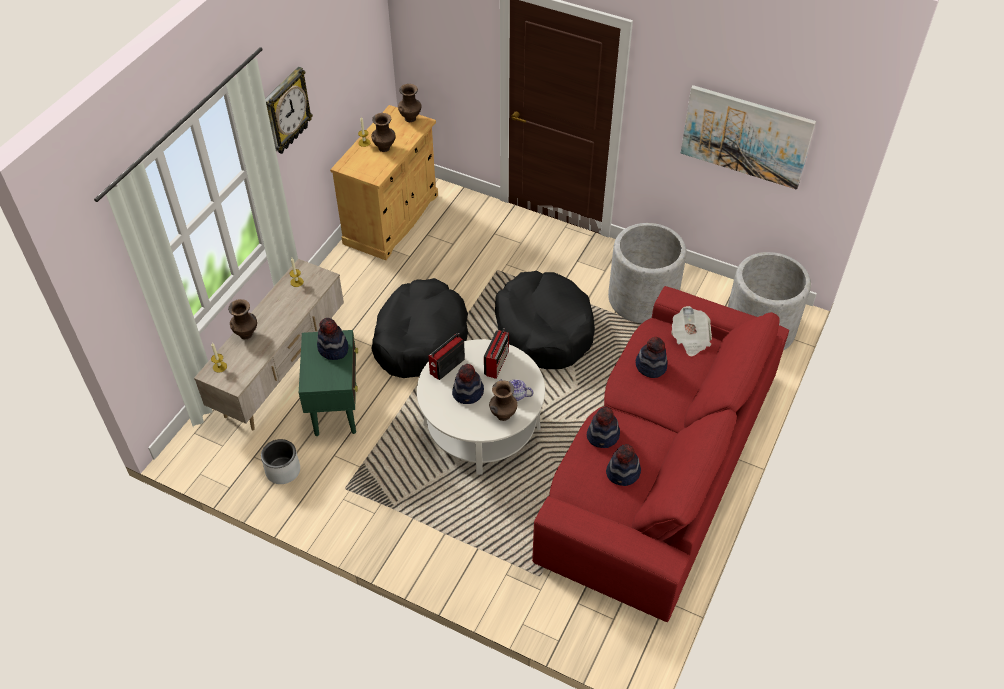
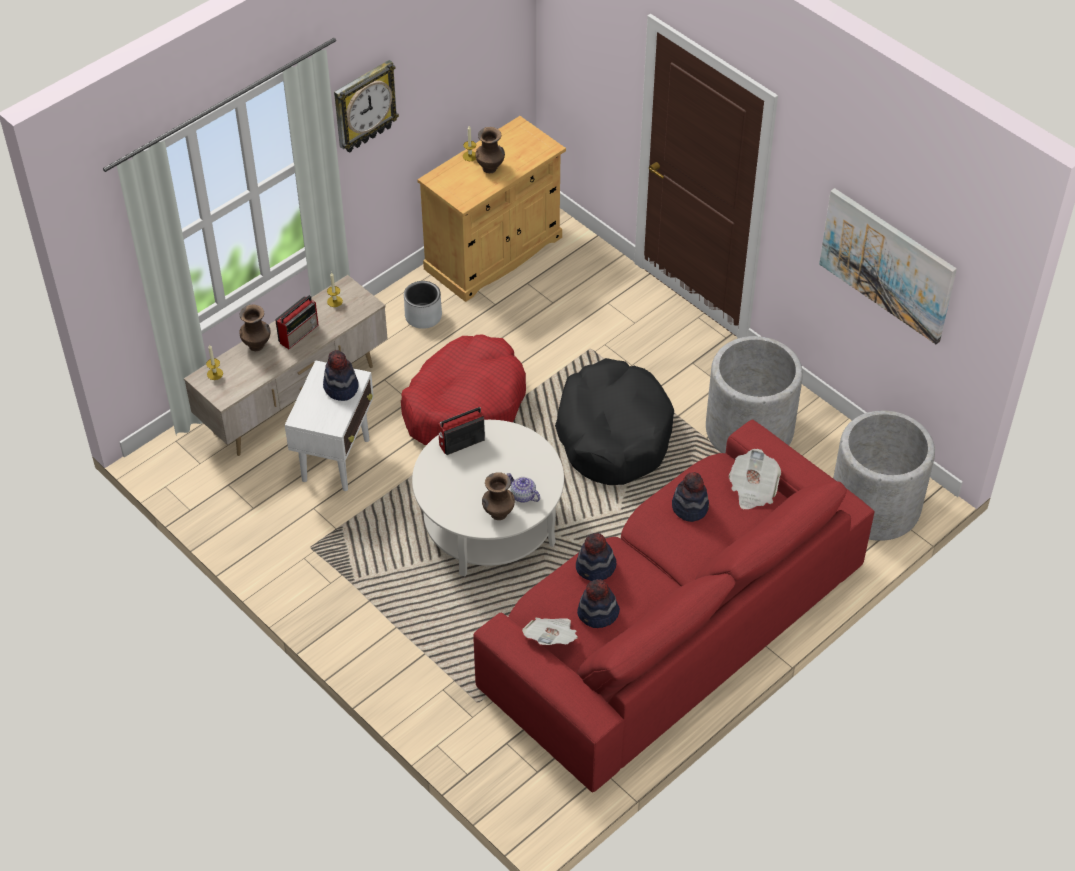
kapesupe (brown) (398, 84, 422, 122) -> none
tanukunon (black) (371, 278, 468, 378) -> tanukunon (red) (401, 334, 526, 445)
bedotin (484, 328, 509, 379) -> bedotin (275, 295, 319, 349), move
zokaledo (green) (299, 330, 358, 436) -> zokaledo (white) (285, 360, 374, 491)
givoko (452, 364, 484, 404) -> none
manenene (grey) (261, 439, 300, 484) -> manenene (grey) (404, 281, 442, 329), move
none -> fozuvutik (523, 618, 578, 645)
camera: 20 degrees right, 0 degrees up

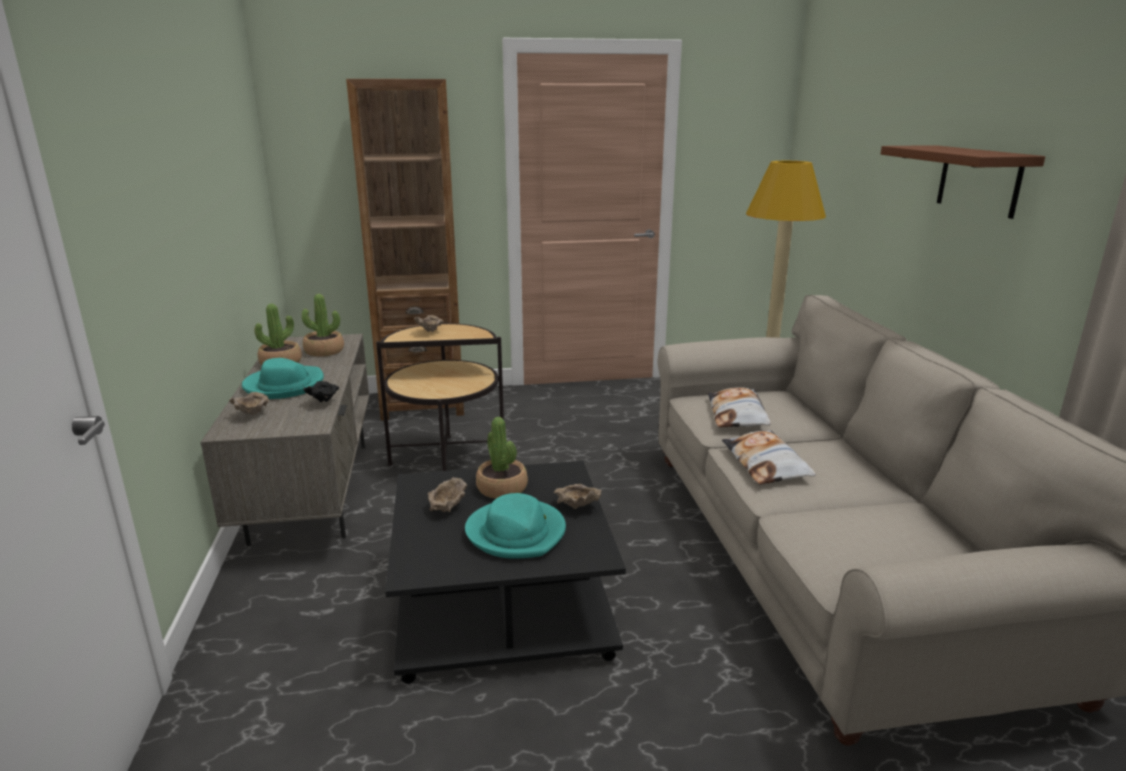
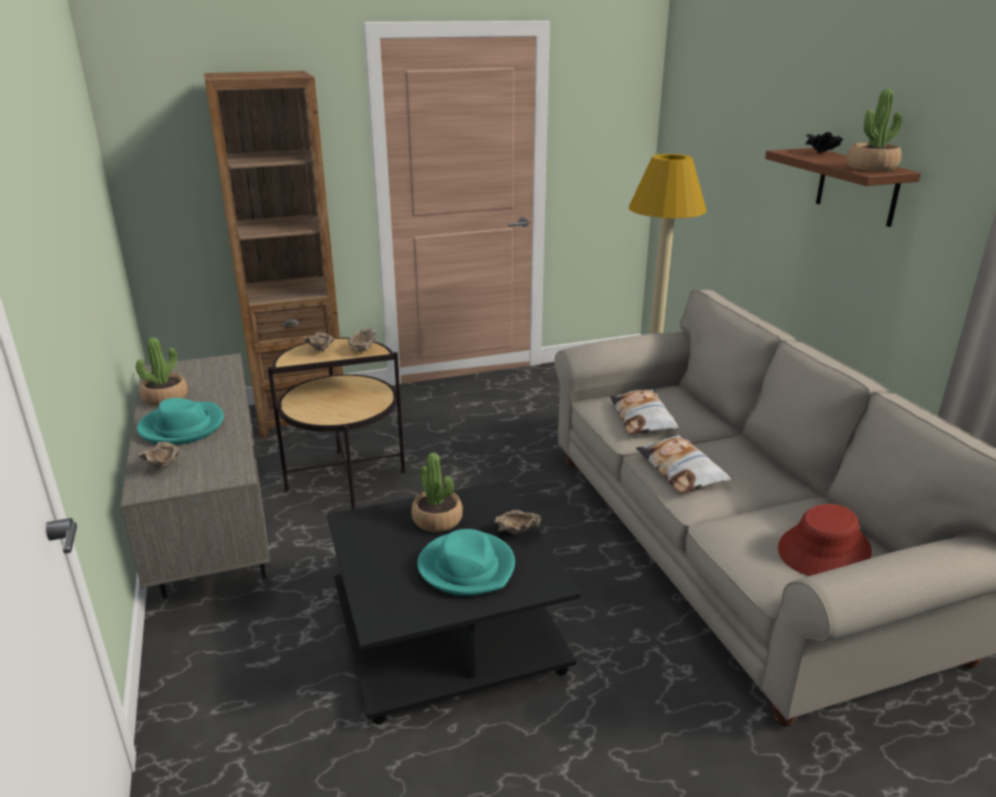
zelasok (302, 294, 344, 357) -> zelasok (846, 89, 902, 172), move
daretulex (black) (304, 381, 340, 402) -> daretulex (black) (805, 132, 843, 153), move
daretulex (beige) (427, 477, 467, 512) -> daretulex (beige) (347, 328, 376, 352), move
none -> givoko (red) (778, 504, 872, 576)
camera: 10 degrees left, 5 degrees up

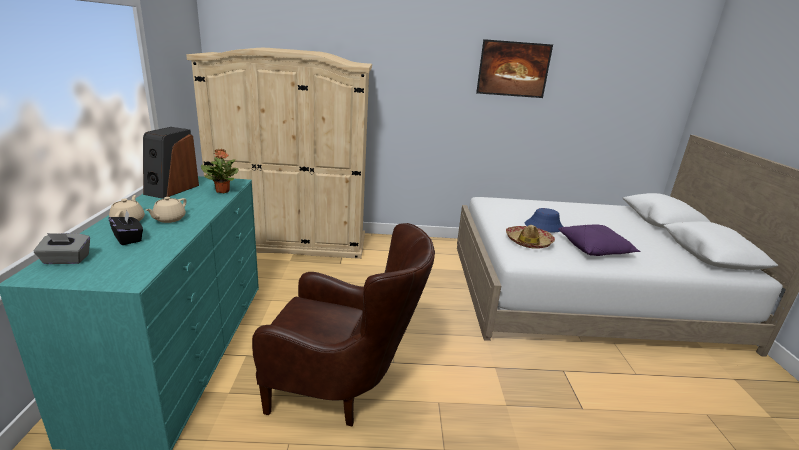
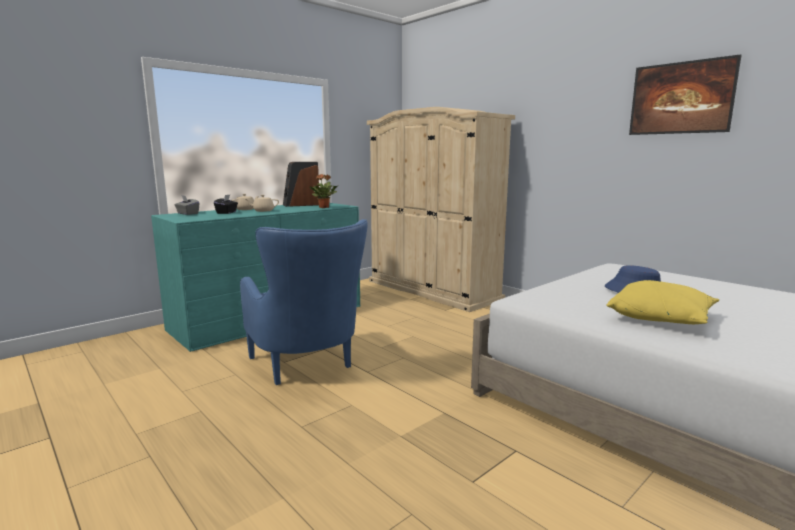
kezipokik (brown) (252, 223, 435, 426) -> kezipokik (blue) (240, 219, 368, 385)
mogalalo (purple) (558, 224, 640, 256) -> mogalalo (yellow) (607, 280, 719, 324)
givoko (506, 225, 555, 249) -> none
camera: 50 degrees right, 10 degrees down

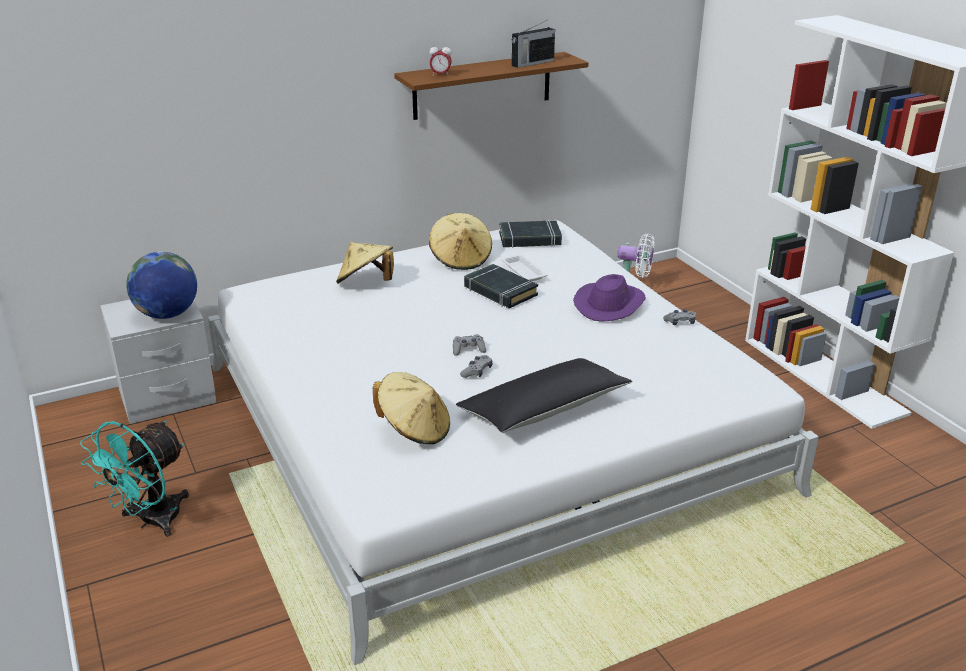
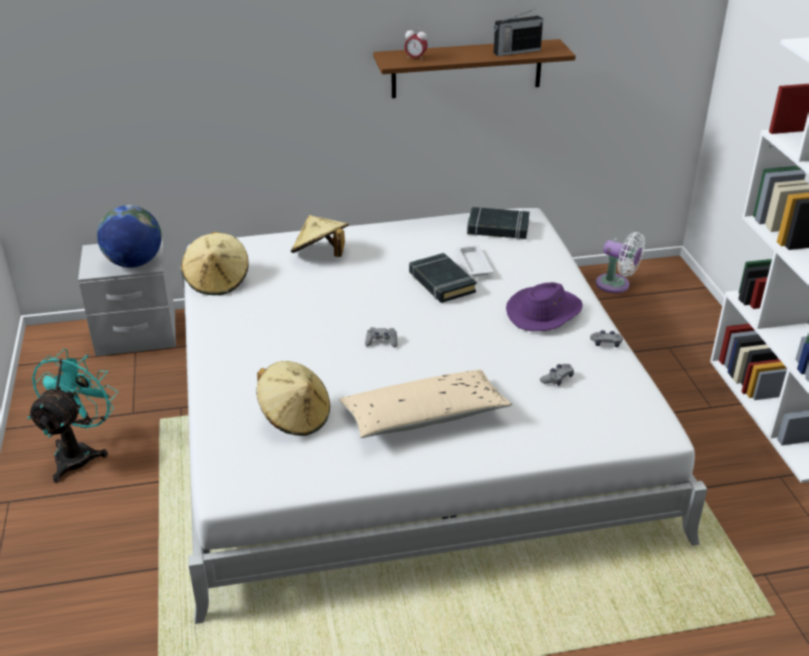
givoko (beige) (429, 213, 492, 270) -> givoko (beige) (181, 232, 249, 295), move
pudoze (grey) (460, 355, 493, 378) -> pudoze (grey) (540, 364, 574, 386), move
mogalalo (black) (456, 358, 632, 433) -> mogalalo (beige) (339, 370, 512, 438)
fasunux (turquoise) (80, 421, 189, 537) -> fasunux (turquoise) (27, 349, 118, 483), 150 degrees clockwise
camera: 15 degrees right, 5 degrees up

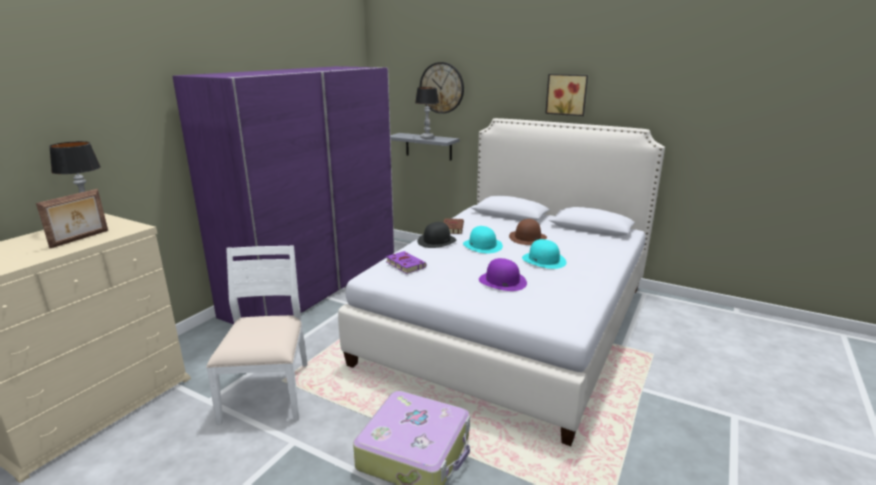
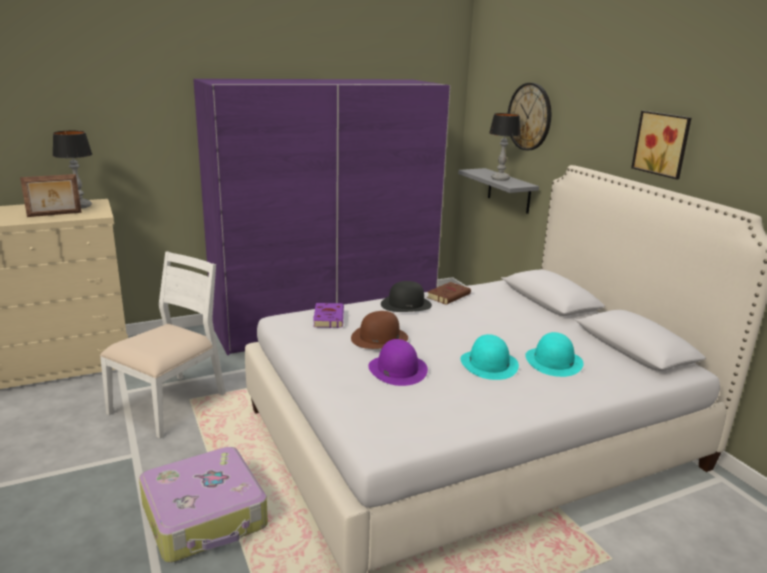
givoko (brown) (509, 219, 547, 245) -> givoko (brown) (351, 311, 408, 349), move
givoko (turquoise) (463, 226, 503, 253) -> givoko (turquoise) (525, 332, 584, 377), move
camera: 35 degrees right, 0 degrees up

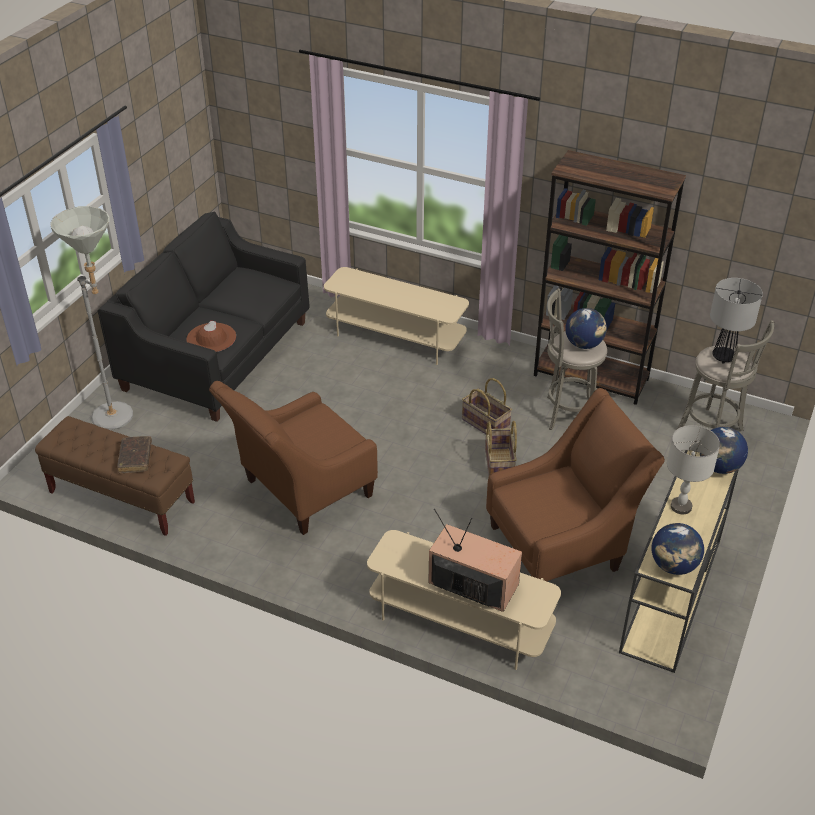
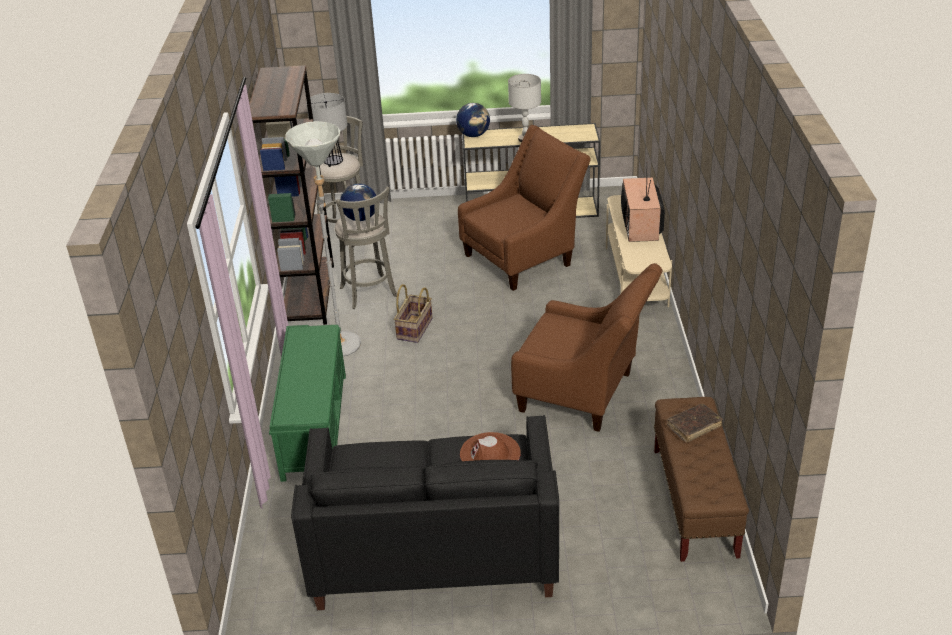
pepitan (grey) (50, 206, 133, 430) -> pepitan (grey) (285, 121, 361, 356), move
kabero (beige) (324, 267, 469, 365) -> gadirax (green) (269, 325, 346, 482)
kezipokik (brown) (486, 388, 665, 582) -> kezipokik (brown) (458, 125, 591, 291), 105 degrees clockwise
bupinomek (485, 421, 517, 476) -> none
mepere (652, 523, 704, 575) -> none
camera: 115 degrees left, 5 degrees down

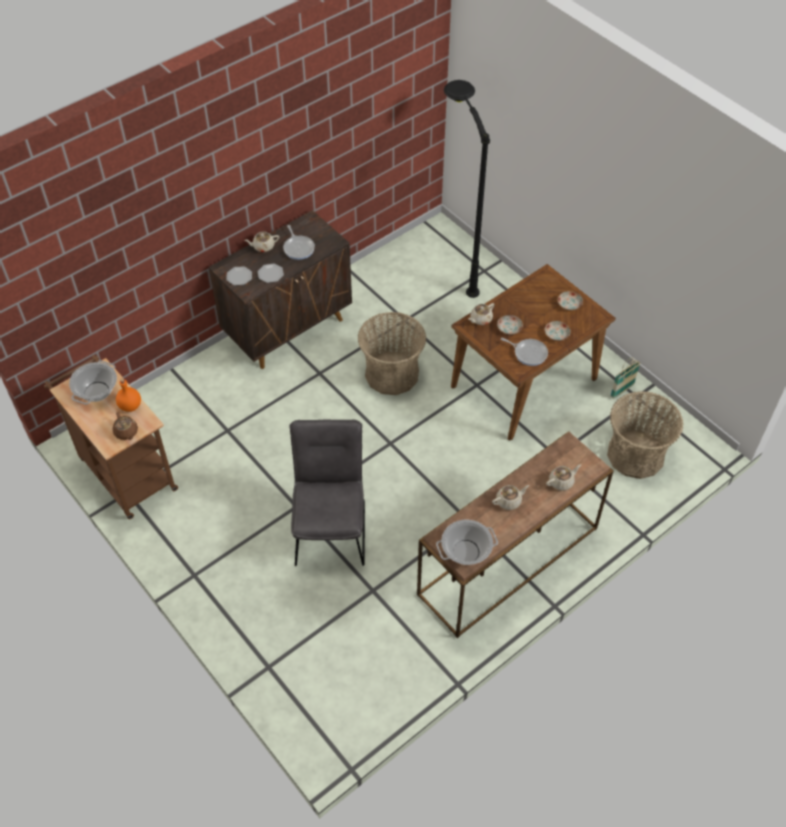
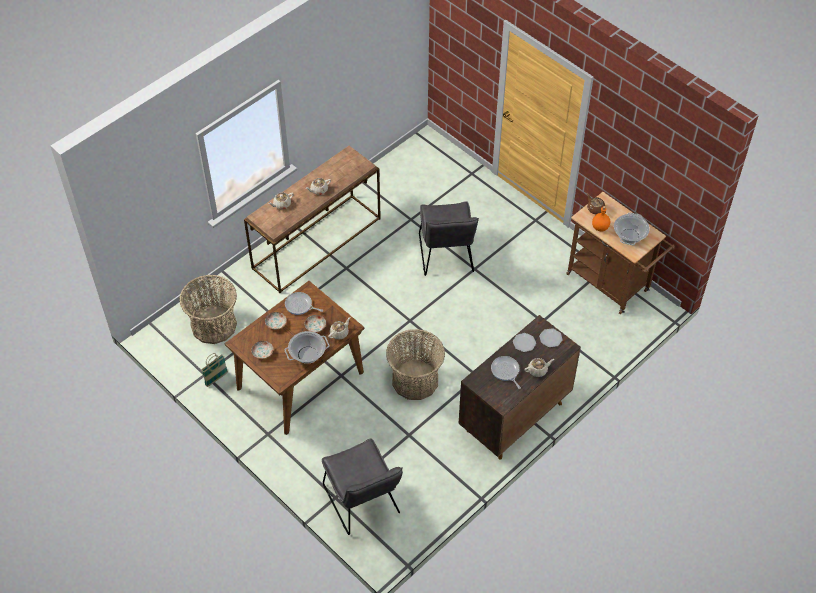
pepitan (black) (444, 80, 490, 298) -> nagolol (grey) (322, 438, 403, 535)
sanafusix (436, 520, 498, 565) -> sanafusix (285, 331, 330, 364), move
camera: 175 degrees right, 0 degrees up

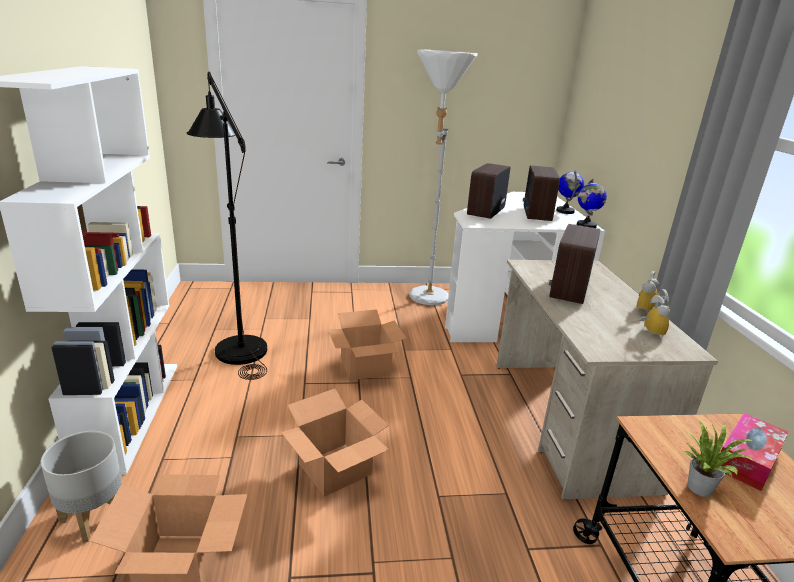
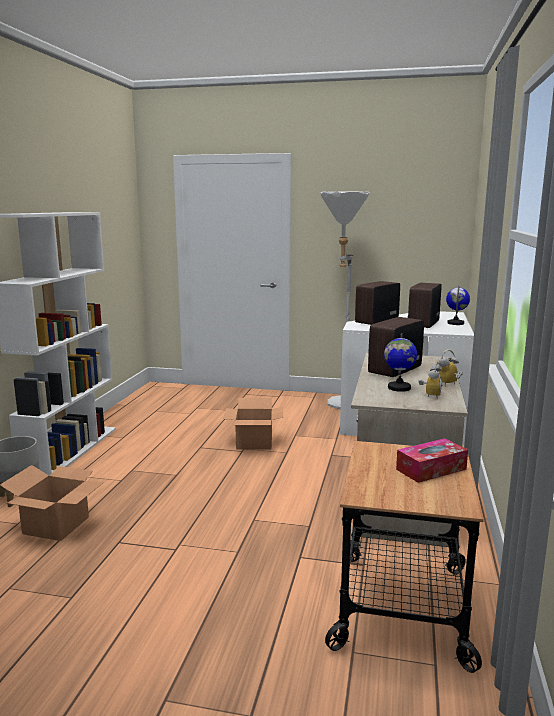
pepitan (black) (187, 72, 267, 380) -> none
mepere (577, 179, 607, 228) -> mepere (384, 333, 417, 392), move
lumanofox (281, 389, 389, 497) -> none
zelasok (684, 420, 756, 497) -> none
camera: 20 degrees right, 10 degrees down

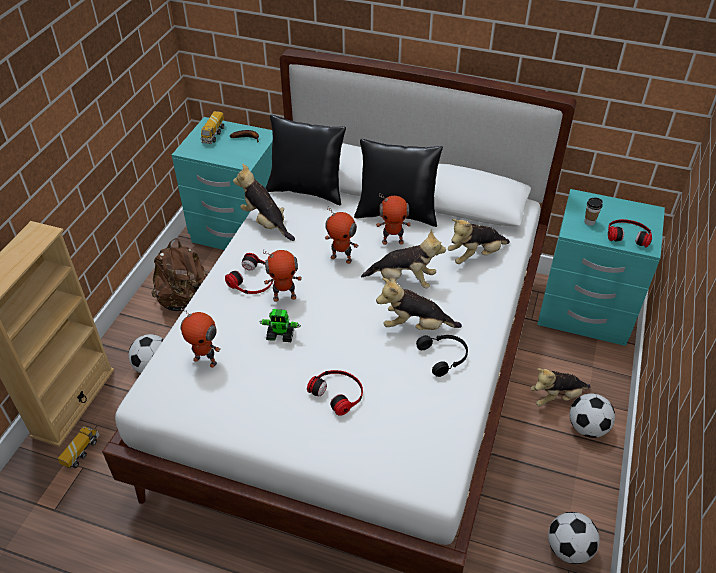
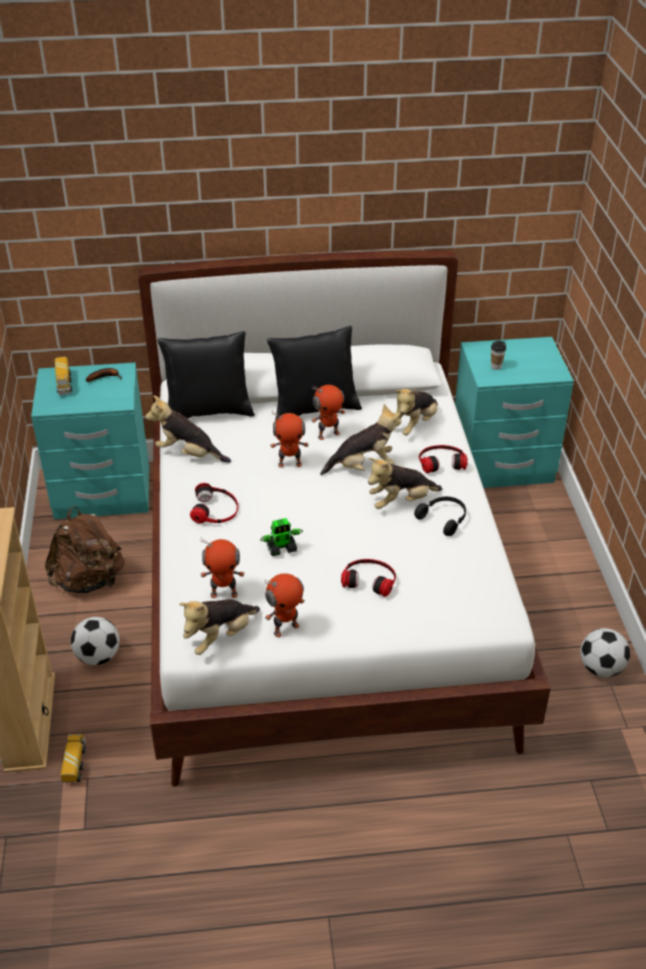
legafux (608, 219, 652, 248) -> legafux (419, 445, 468, 473), move
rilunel (263, 250, 302, 302) -> rilunel (265, 573, 305, 637), move
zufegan (530, 368, 591, 406) -> zufegan (179, 599, 260, 655), move
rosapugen (569, 393, 615, 438) -> none
camera: 25 degrees left, 5 degrees down

